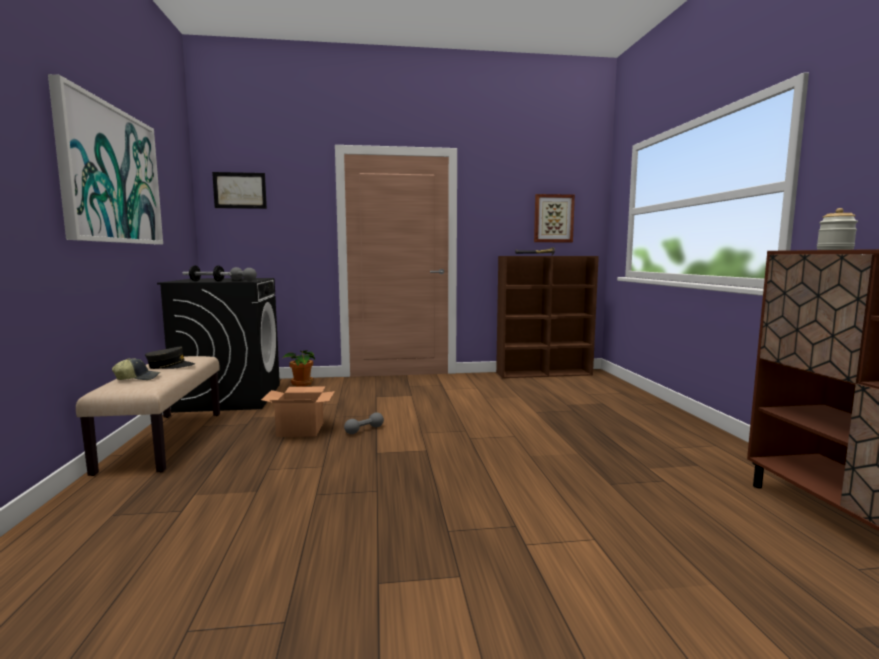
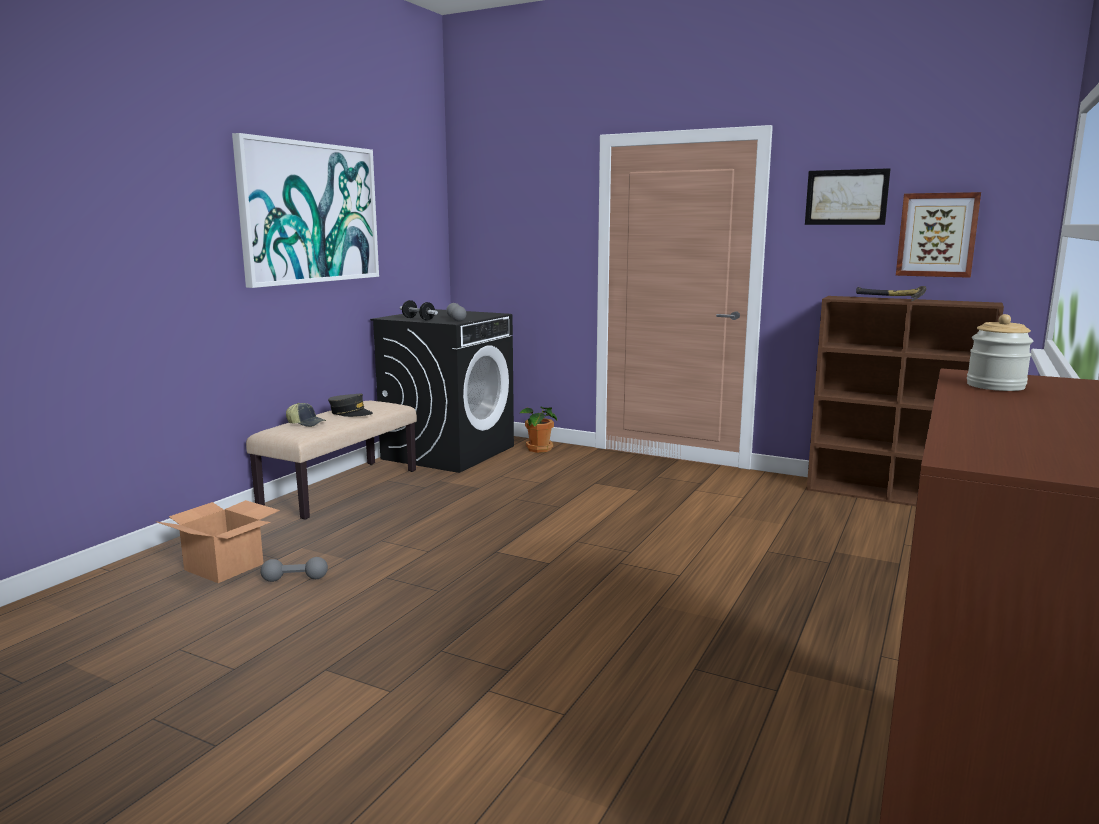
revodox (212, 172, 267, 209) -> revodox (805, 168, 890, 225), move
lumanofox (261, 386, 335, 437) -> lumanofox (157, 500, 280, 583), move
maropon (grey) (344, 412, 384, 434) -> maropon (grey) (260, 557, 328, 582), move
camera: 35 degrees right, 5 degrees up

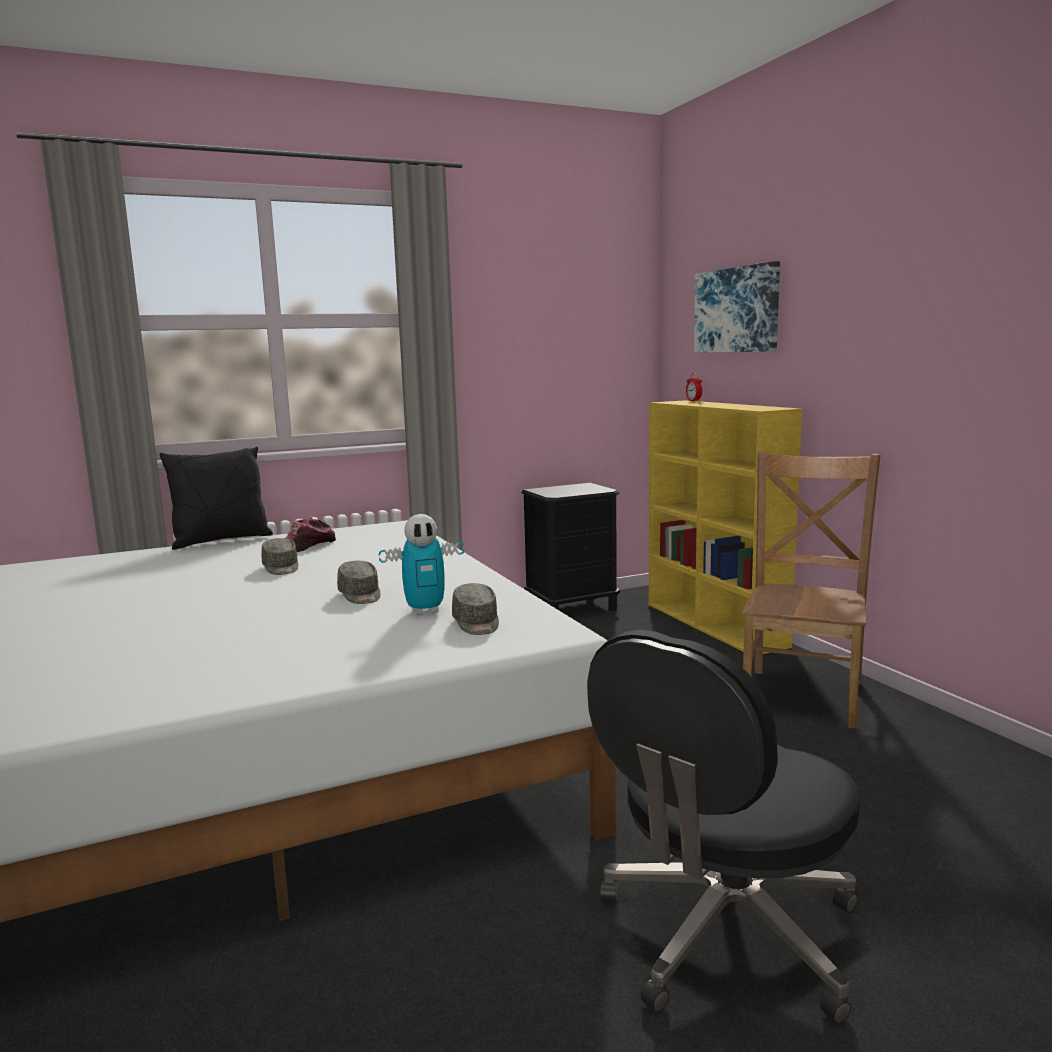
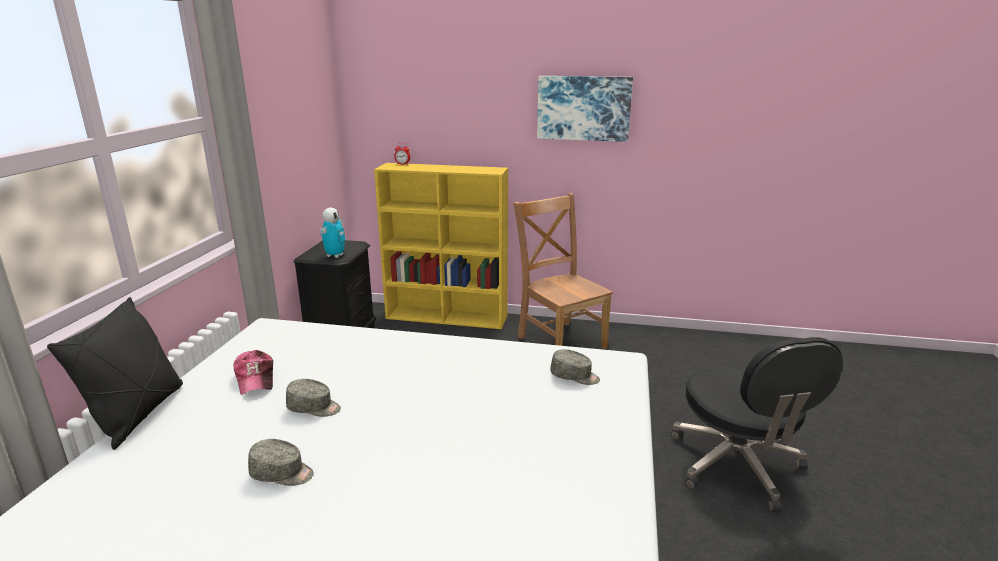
revodox (694, 261, 780, 353) -> revodox (537, 76, 633, 142), move
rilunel (379, 514, 465, 615) -> rilunel (320, 208, 346, 258), move
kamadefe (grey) (337, 561, 380, 604) -> kamadefe (grey) (248, 439, 314, 486), move
camera: 55 degrees left, 10 degrees up

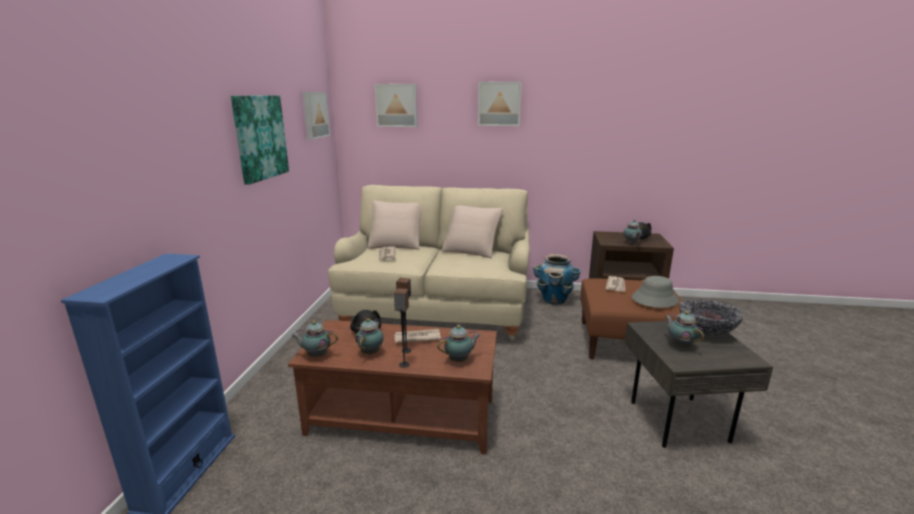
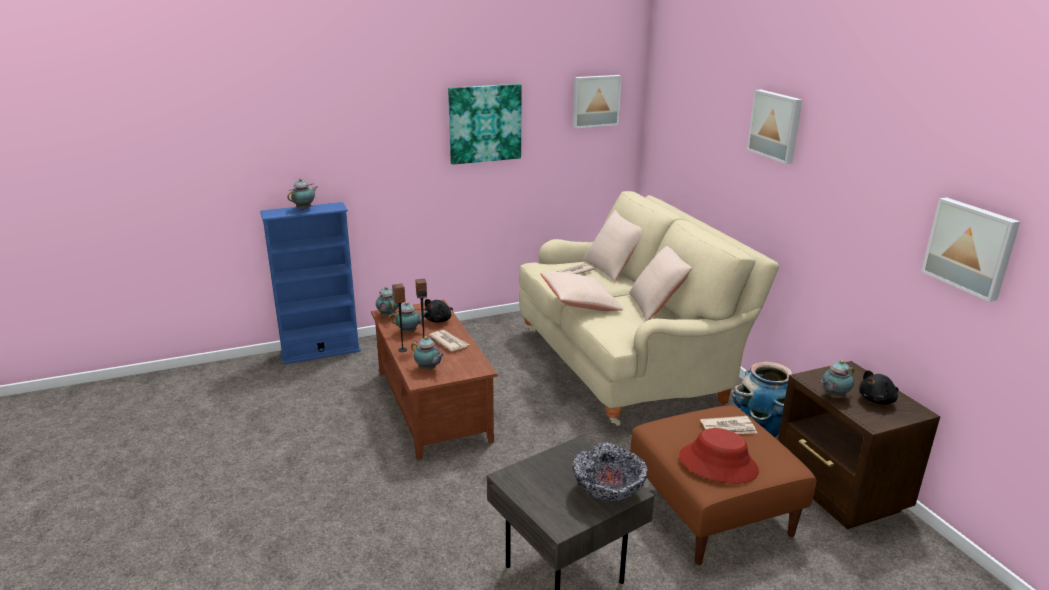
revodox (375, 84, 418, 127) -> revodox (921, 197, 1020, 302), move
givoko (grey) (632, 276, 679, 308) -> givoko (red) (679, 428, 759, 484)
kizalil (665, 311, 704, 348) -> kizalil (287, 179, 317, 210), move
none -> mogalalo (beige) (540, 272, 623, 311)
camera: 60 degrees right, 5 degrees up

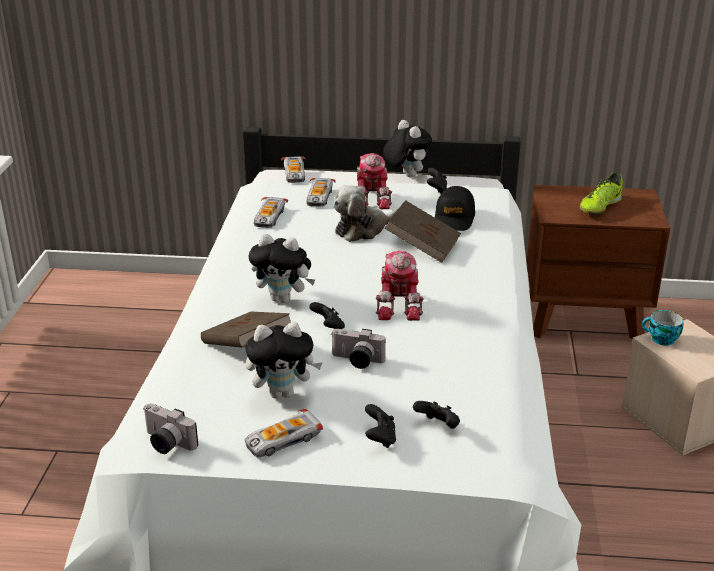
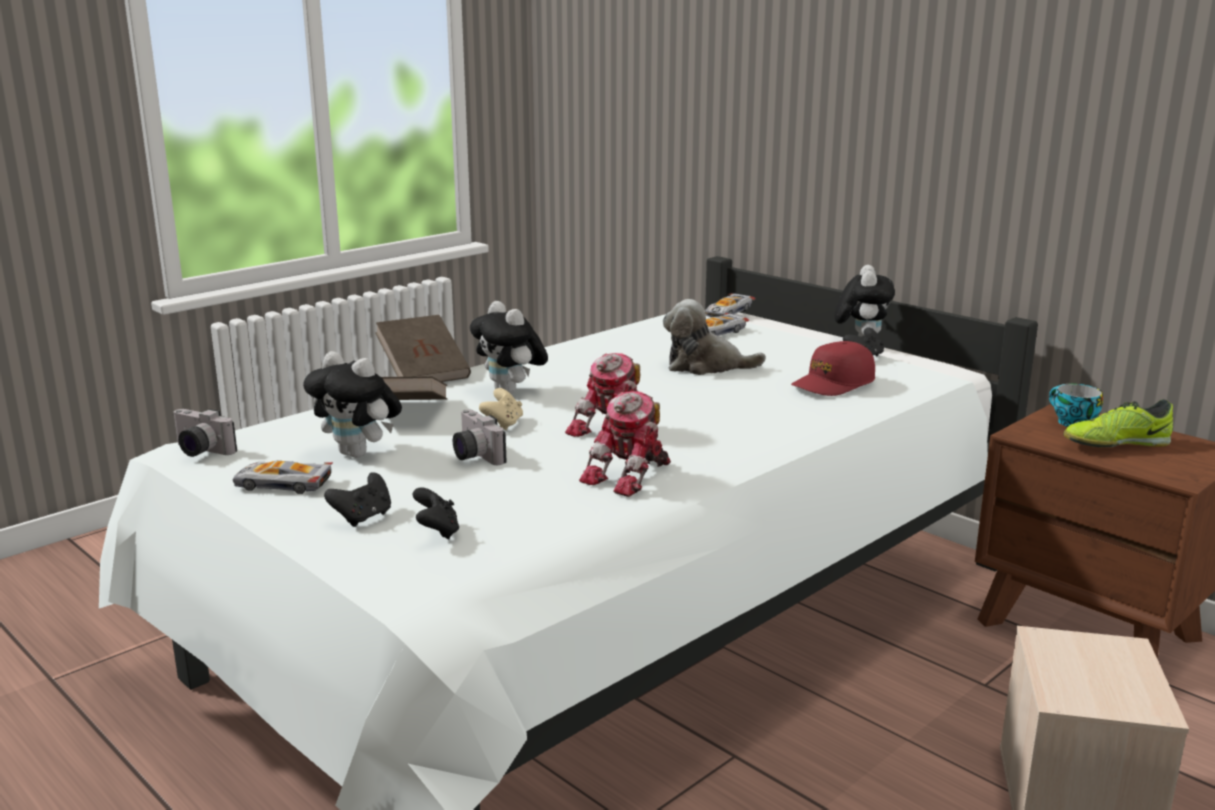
rilunel (356, 153, 392, 209) -> rilunel (579, 391, 671, 497), move
kamadefe (black) (435, 186, 475, 231) -> kamadefe (red) (791, 341, 875, 396)
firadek (254, 197, 288, 228) -> none
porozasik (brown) (385, 200, 461, 263) -> porozasik (brown) (375, 315, 471, 382), move
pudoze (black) (309, 302, 345, 329) -> pudoze (beige) (479, 388, 523, 430)
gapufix (642, 310, 684, 346) -> gapufix (1049, 384, 1103, 427), move
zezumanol (143, 404, 198, 454) -> zezumanol (173, 409, 237, 457), 45 degrees counterclockwise
camera: 40 degrees right, 10 degrees down

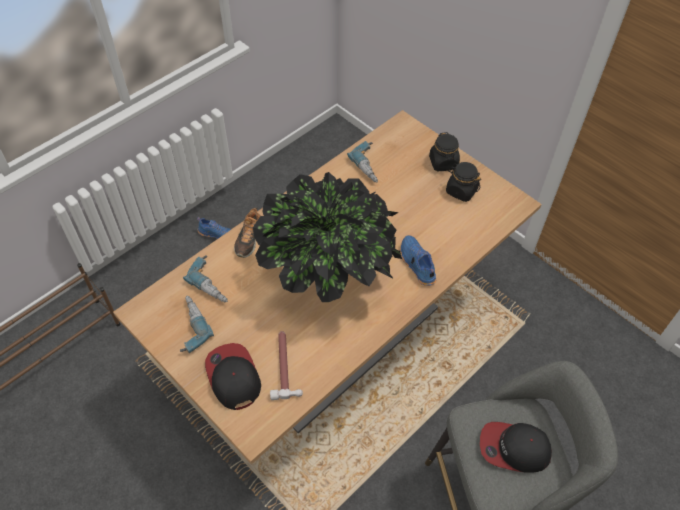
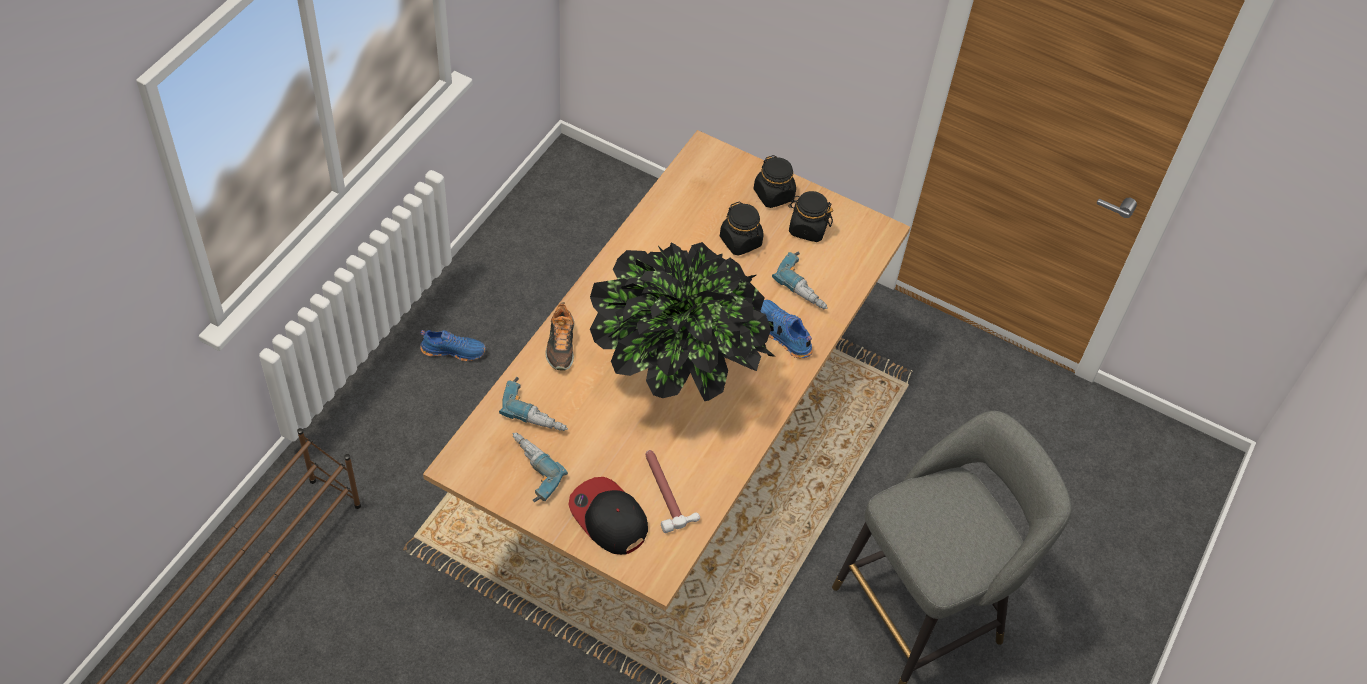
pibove (347, 141, 378, 182) -> pibove (772, 252, 828, 309), move
kamadefe (480, 422, 552, 473) -> none
none -> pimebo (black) (720, 202, 764, 256)
camera: 20 degrees left, 0 degrees up

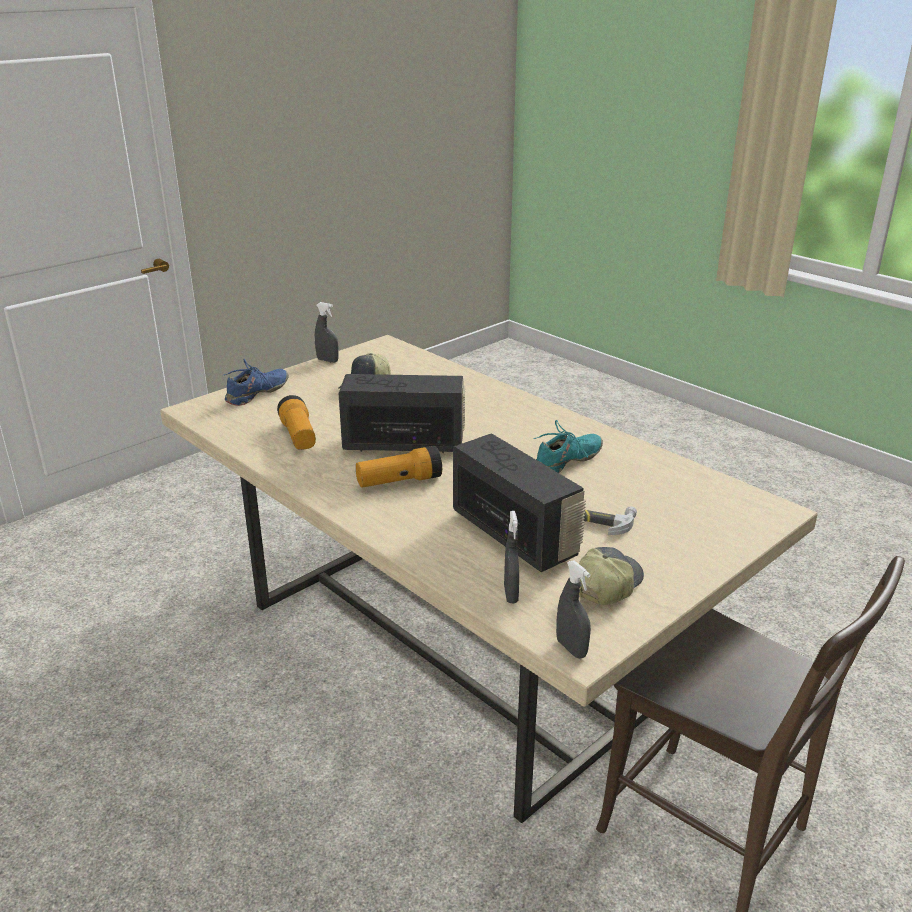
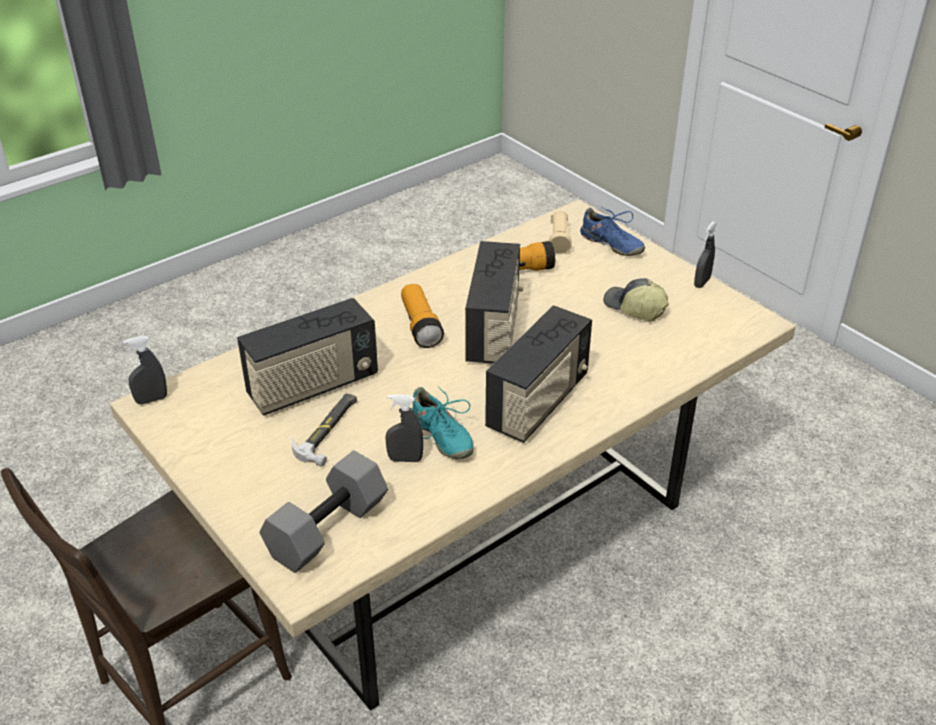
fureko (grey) (504, 511, 519, 603) -> fureko (grey) (385, 394, 423, 462), move
kamadefe (579, 547, 644, 605) -> none
none -> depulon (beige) (549, 211, 572, 254)
none -> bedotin (485, 305, 592, 443)
none -> maropon (grey) (260, 451, 388, 573)
camera: 95 degrees right, 10 degrees up

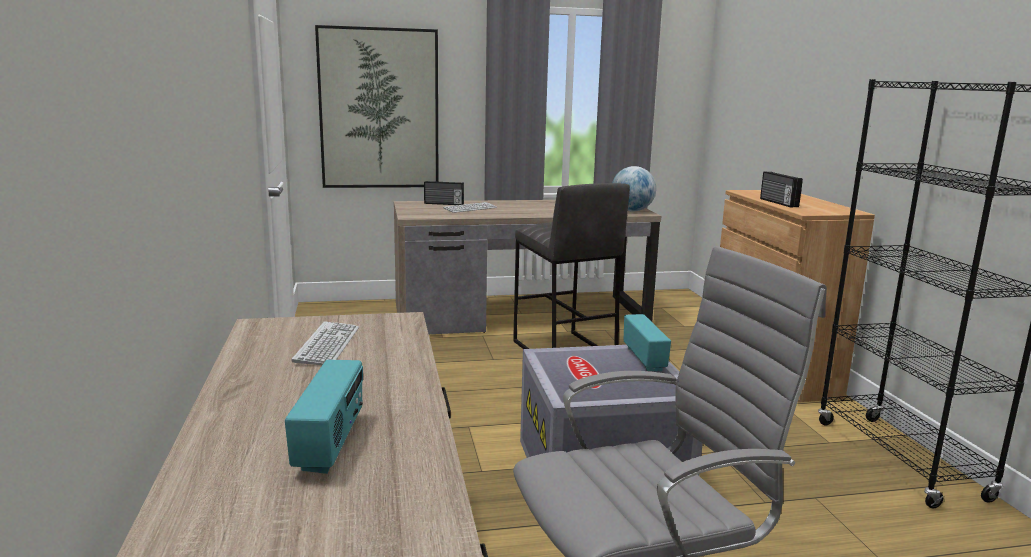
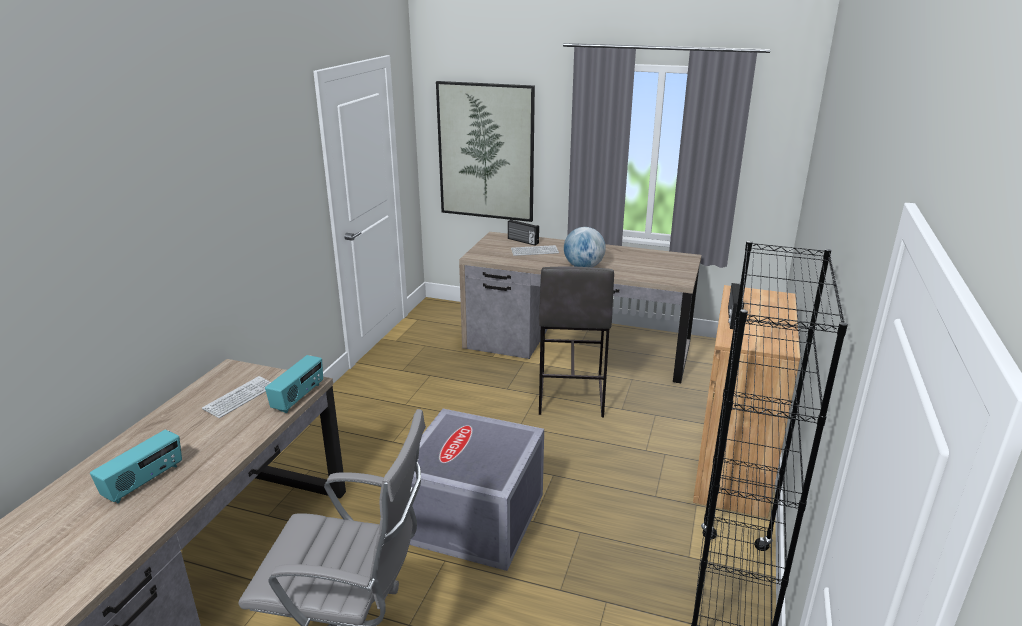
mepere (612, 166, 656, 212) -> mepere (564, 227, 606, 267), move
bedotin (624, 314, 671, 371) -> bedotin (265, 355, 323, 413), move
camera: 30 degrees right, 10 degrees up

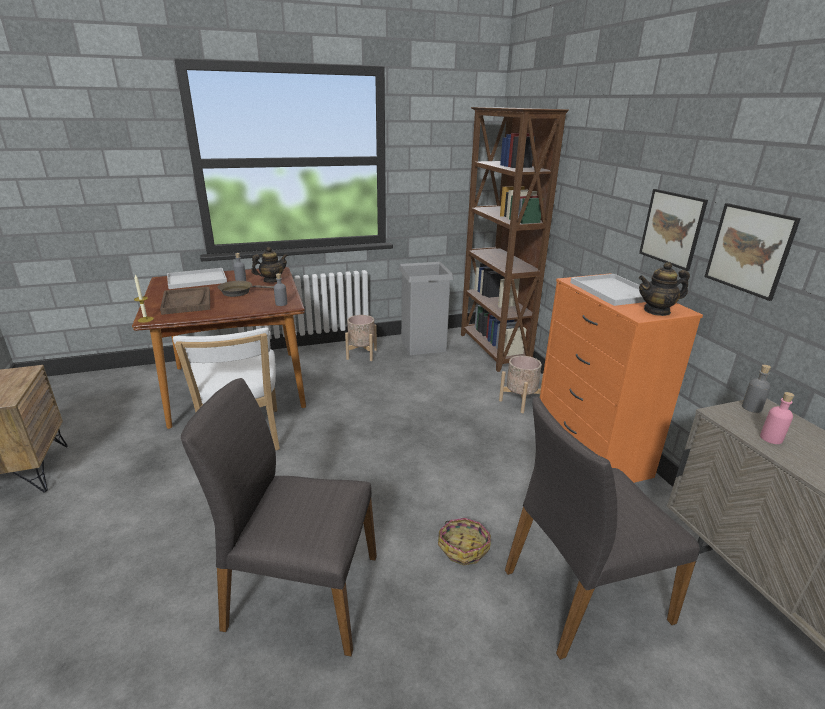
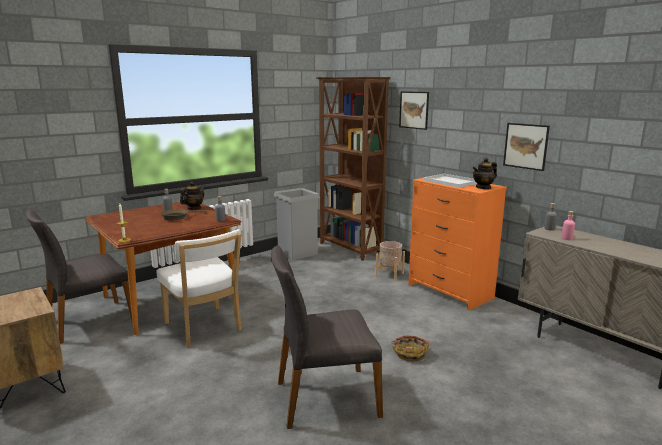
revodox (639, 189, 708, 271) -> revodox (399, 91, 429, 130), move
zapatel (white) (167, 268, 227, 289) -> none
zapatel (brown) (160, 287, 210, 315) -> none
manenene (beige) (345, 315, 377, 361) -> none
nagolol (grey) (505, 396, 700, 660) -> nagolol (grey) (26, 209, 133, 344), move
camera: 20 degrees left, 10 degrees down

